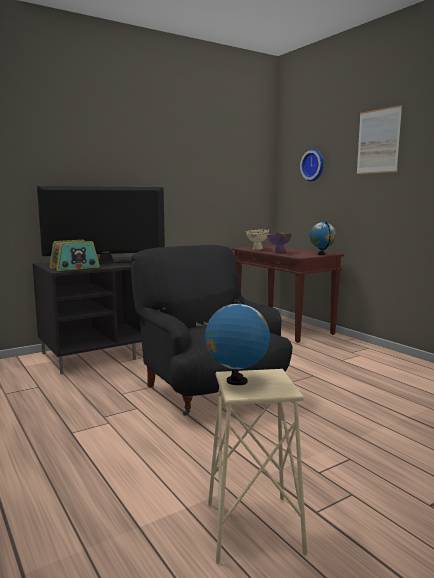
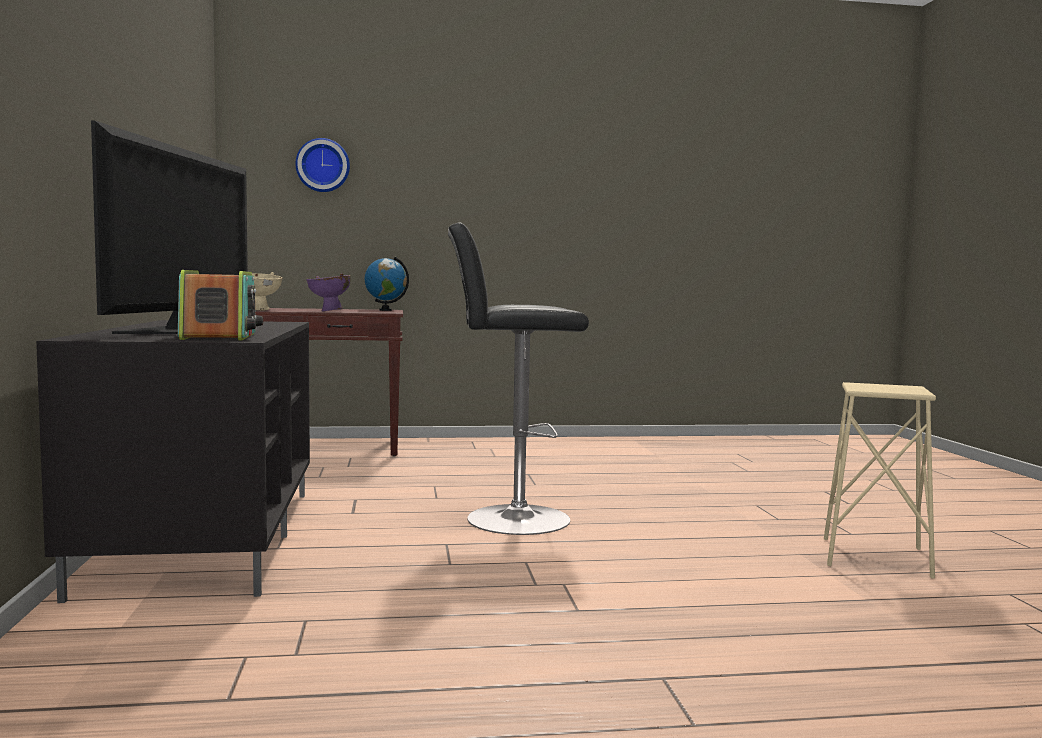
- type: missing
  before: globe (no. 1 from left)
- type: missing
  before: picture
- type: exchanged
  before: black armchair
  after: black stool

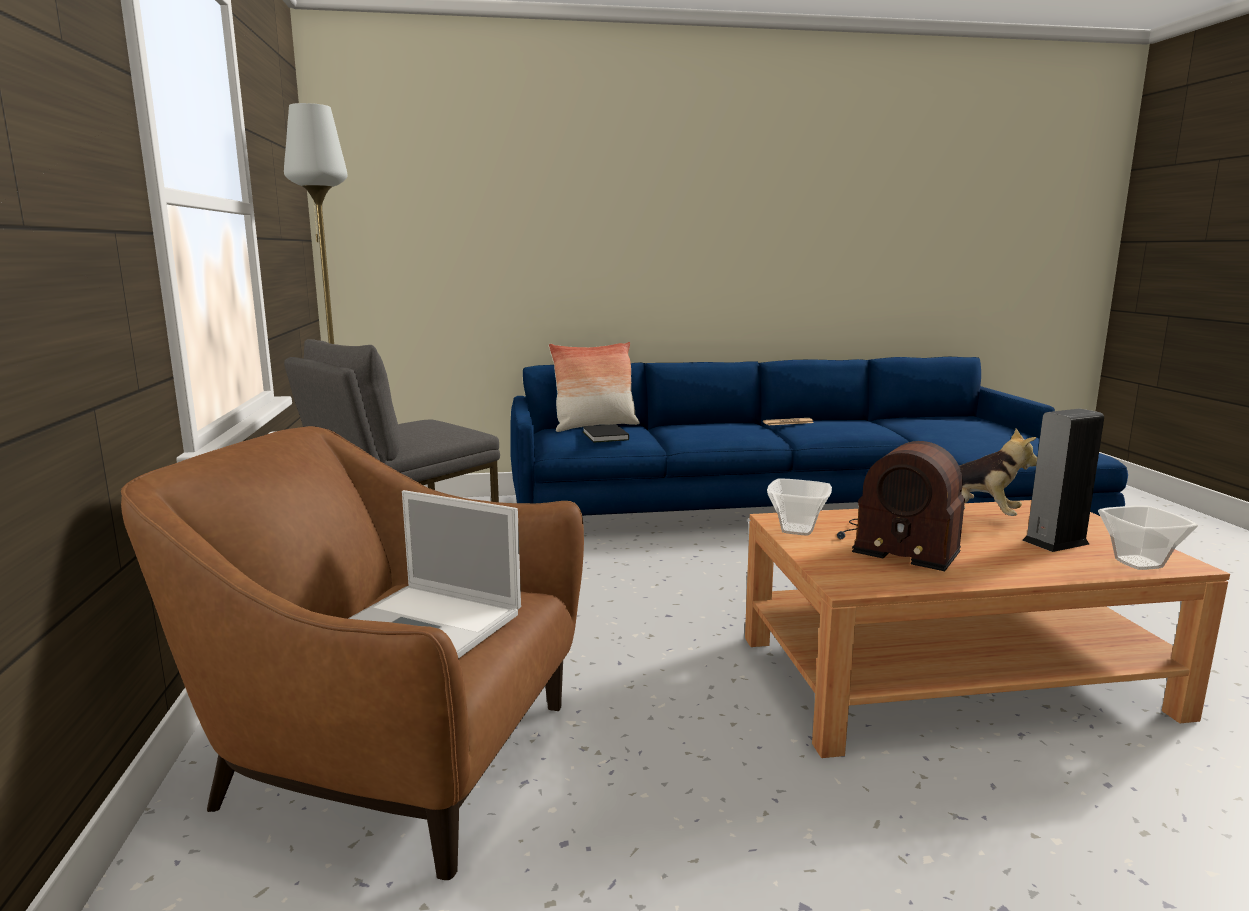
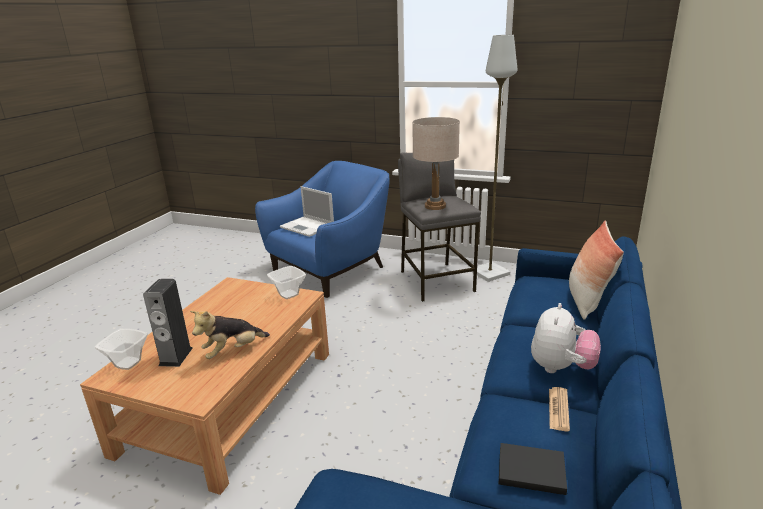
- type: missing
  before: radio
- type: appeared
  after: beige table lamp
- type: appeared
  after: plush toy (no. 2 from left)
- type: relocated
  before: black book
- type: colour
  before: brown armchair
  after: blue armchair
- type: spun
  before: laptop
  turn: -105

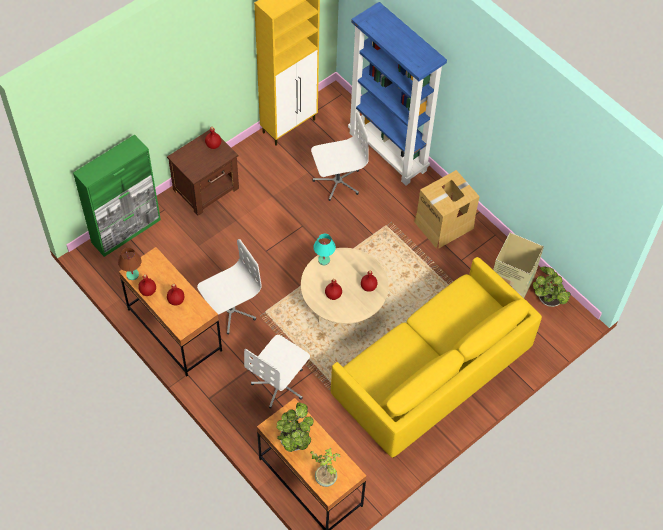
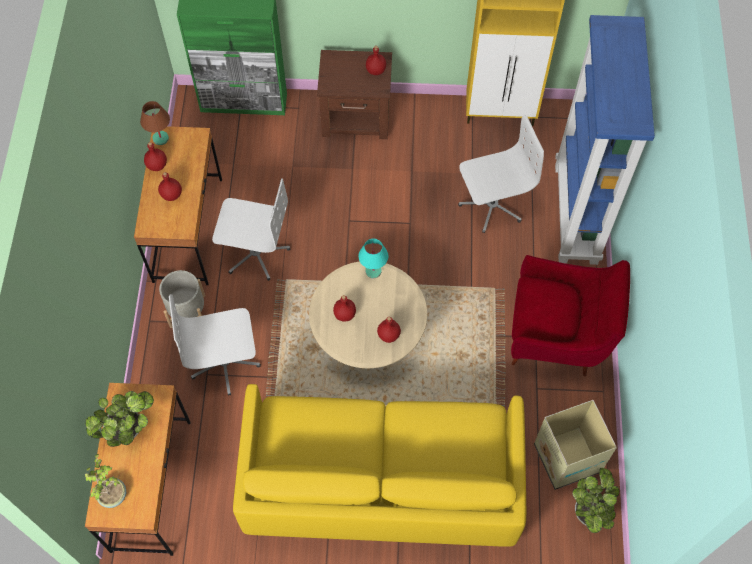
- type: appeared
  after: grey planter
- type: exchanged
  before: cardboard box (no. 1 from left)
  after: red armchair
- type: spun
  before: white office chair (no. 3 from left)
  turn: -45

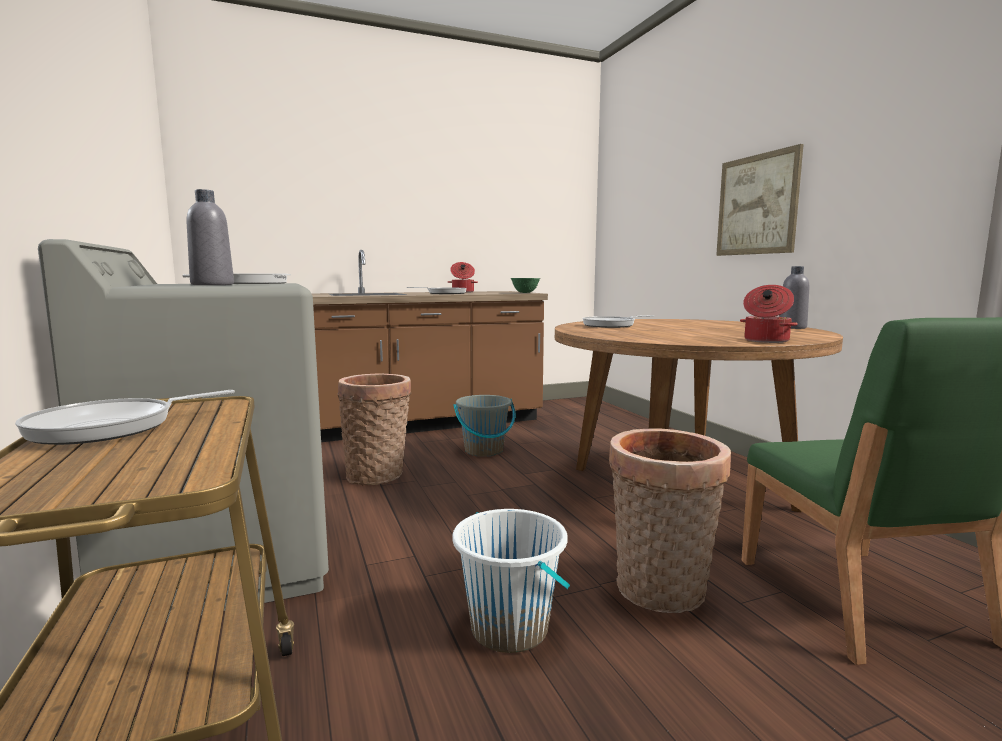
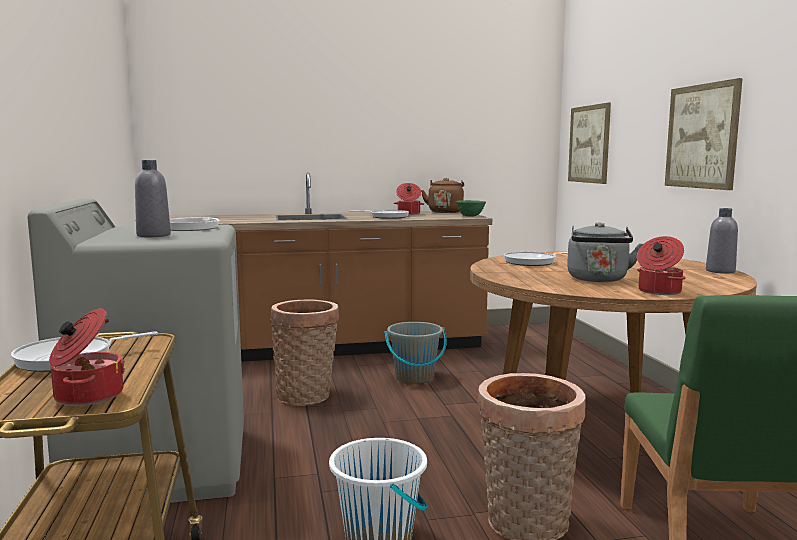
- type: appeared
  after: cooking pot (no. 1 from left)
- type: appeared
  after: brown kettle
- type: appeared
  after: grey kettle
- type: appeared
  after: picture (no. 1 from left)

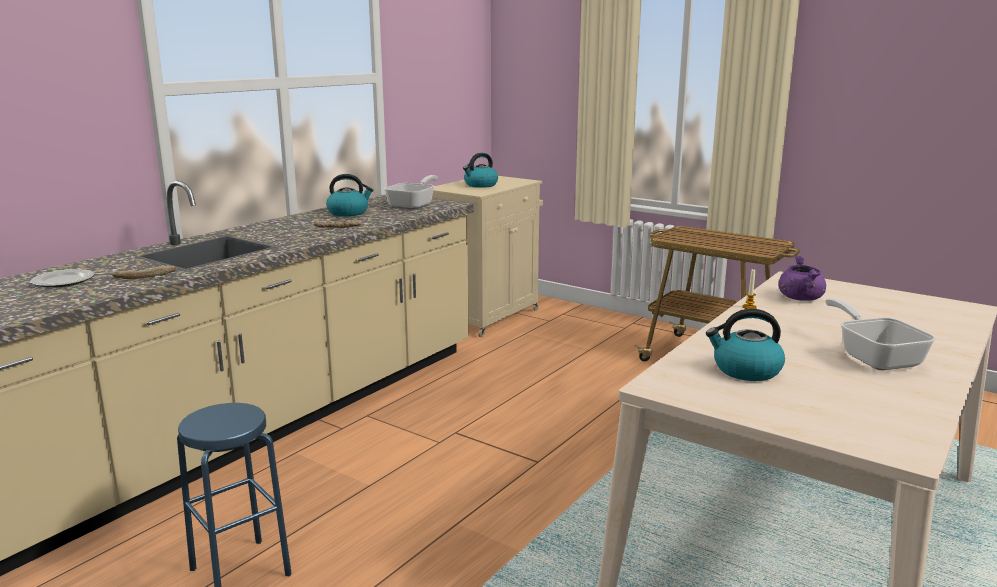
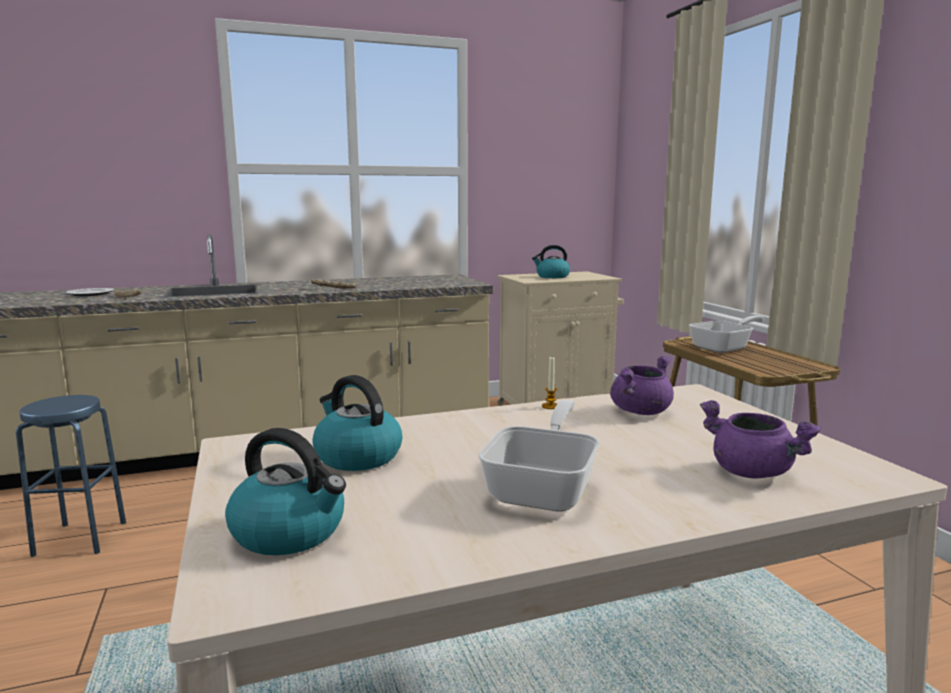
- type: appeared
  after: purple cooking pot (no. 2 from left)
- type: relocated
  before: kettle (no. 1 from left)
- type: relocated
  before: frying pan (no. 1 from left in the first image)
  after: frying pan (no. 2 from left)

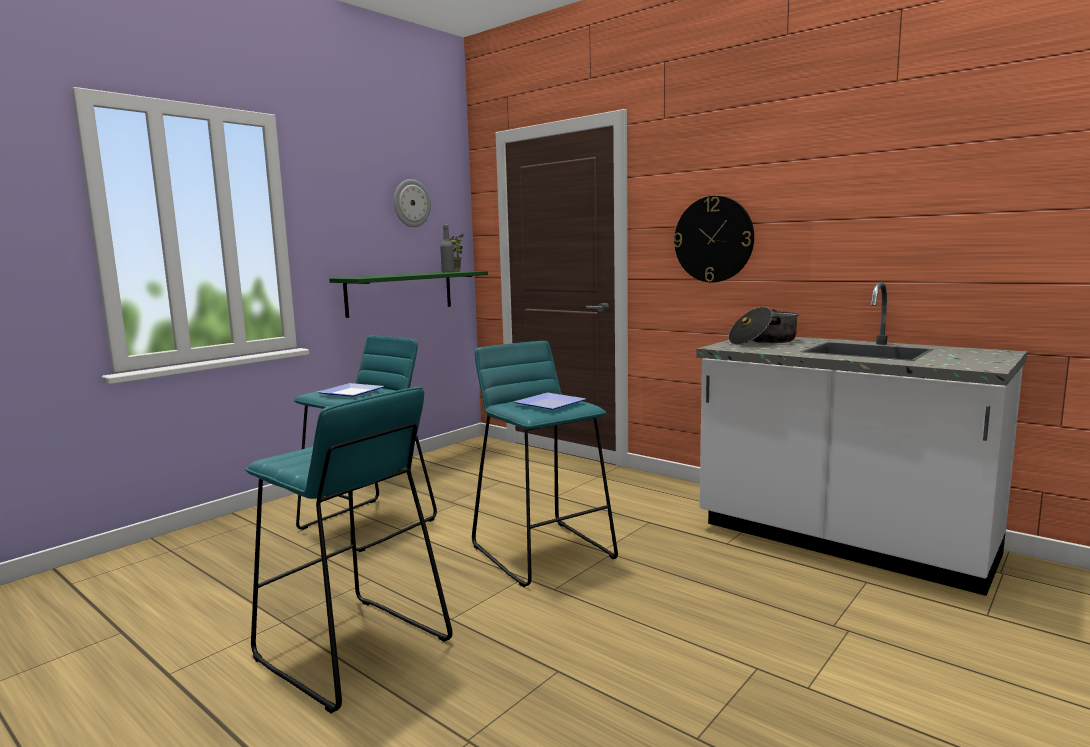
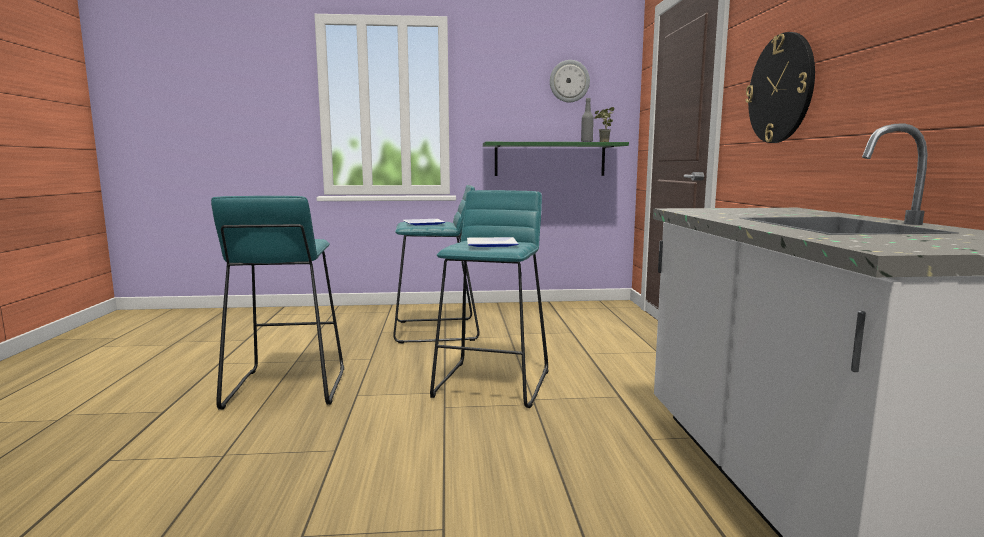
- type: missing
  before: cooking pot

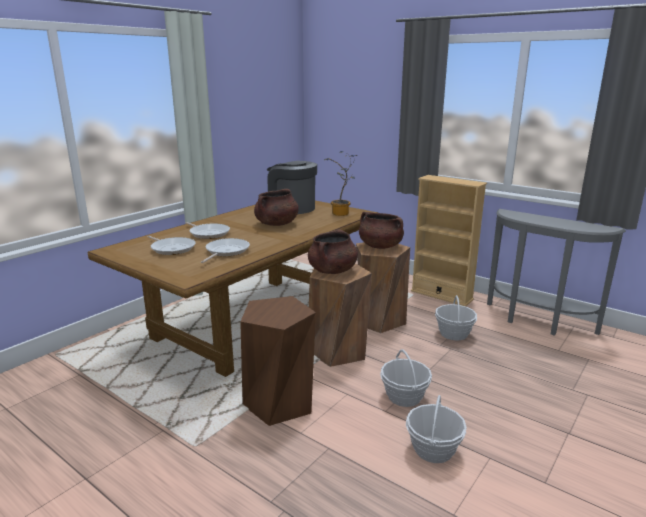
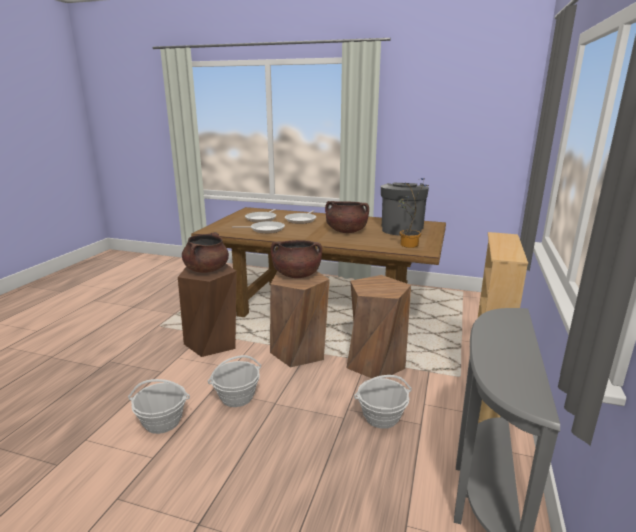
- type: relocated
  before: brown cooking pot (no. 3 from left in the first image)
  after: brown cooking pot (no. 1 from left)

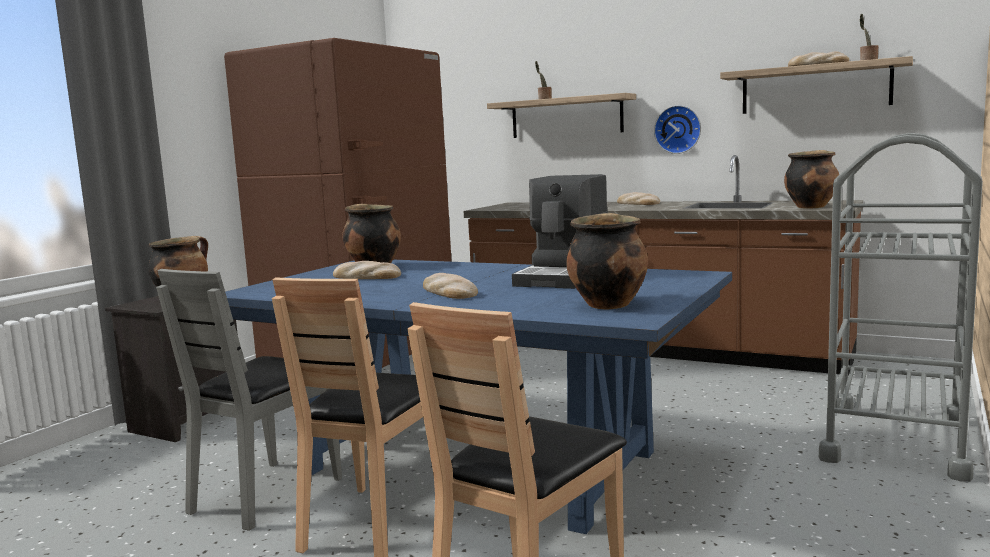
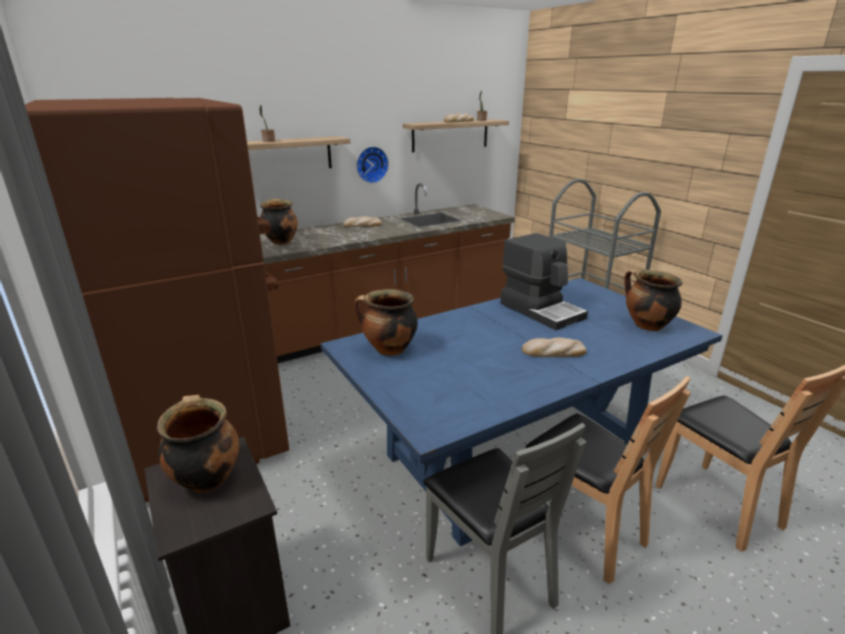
- type: missing
  before: bread (no. 1 from left)
- type: relocated
  before: cooking pot (no. 4 from left in the first image)
  after: cooking pot (no. 2 from left)

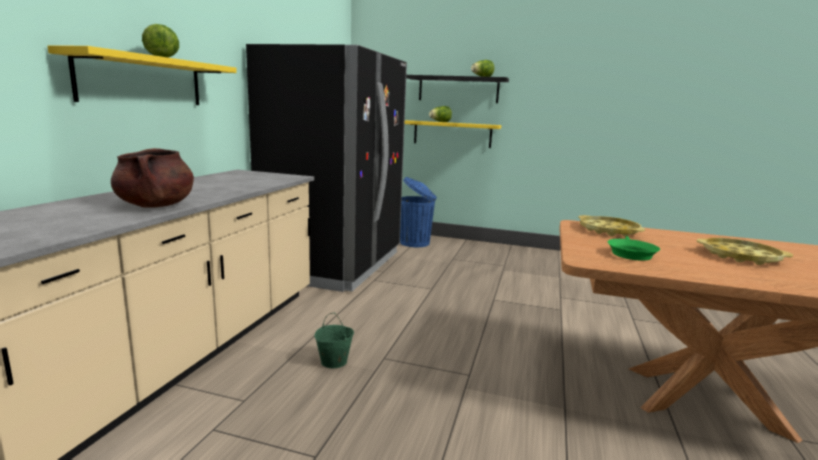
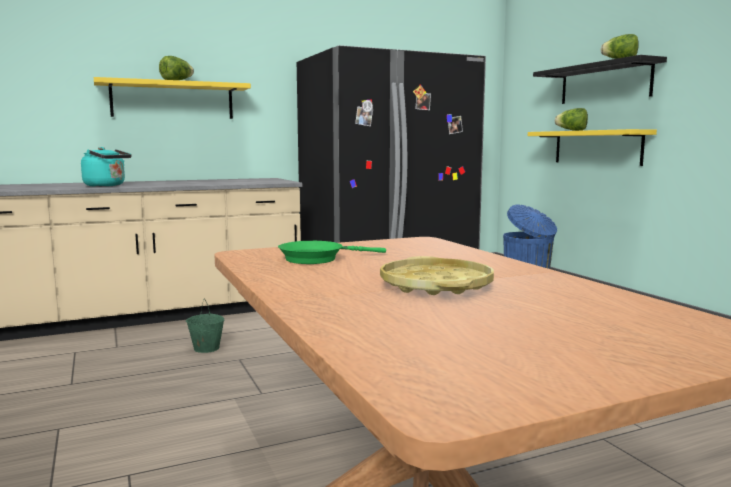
- type: missing
  before: yellow tray (no. 1 from left)
- type: exchanged
  before: brown cooking pot
  after: turquoise kettle

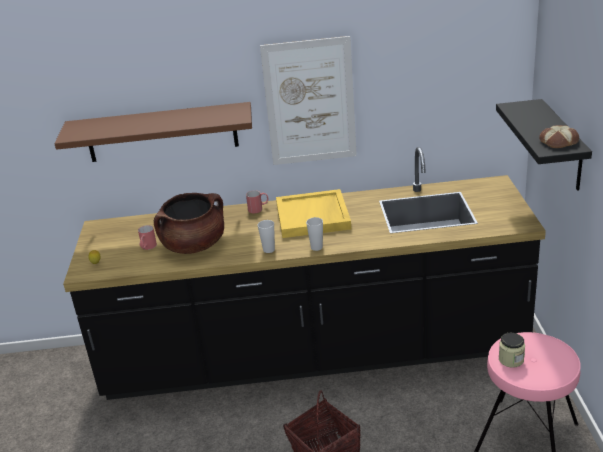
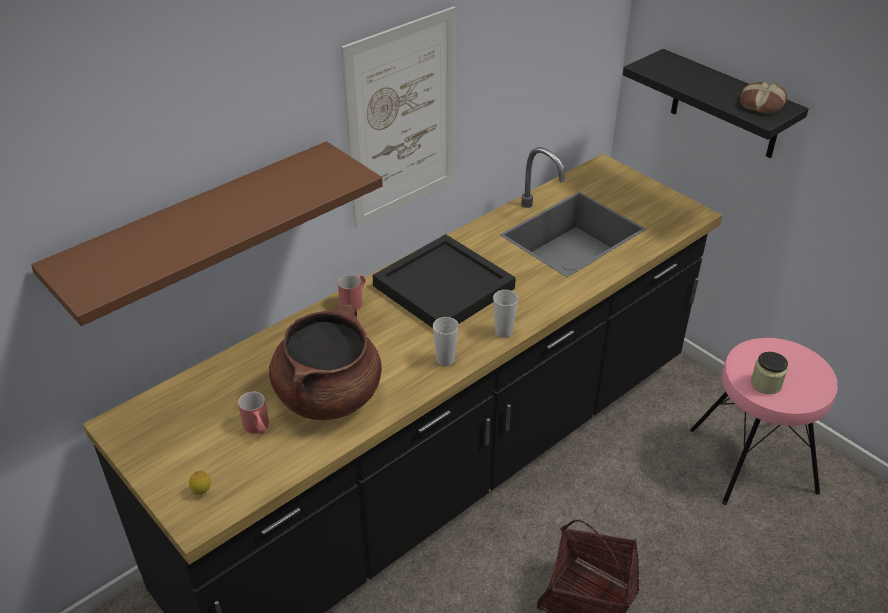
- type: colour
  before: yellow tray
  after: black tray

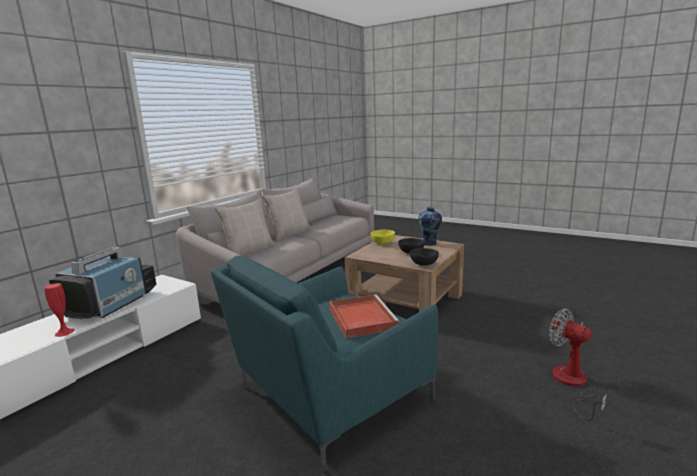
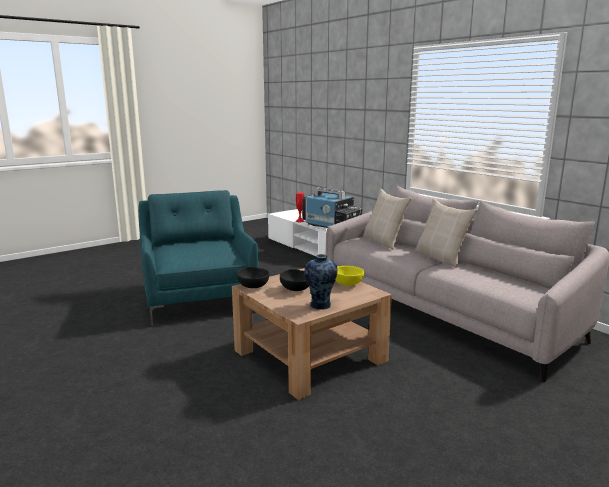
- type: missing
  before: red tray
- type: missing
  before: fan

